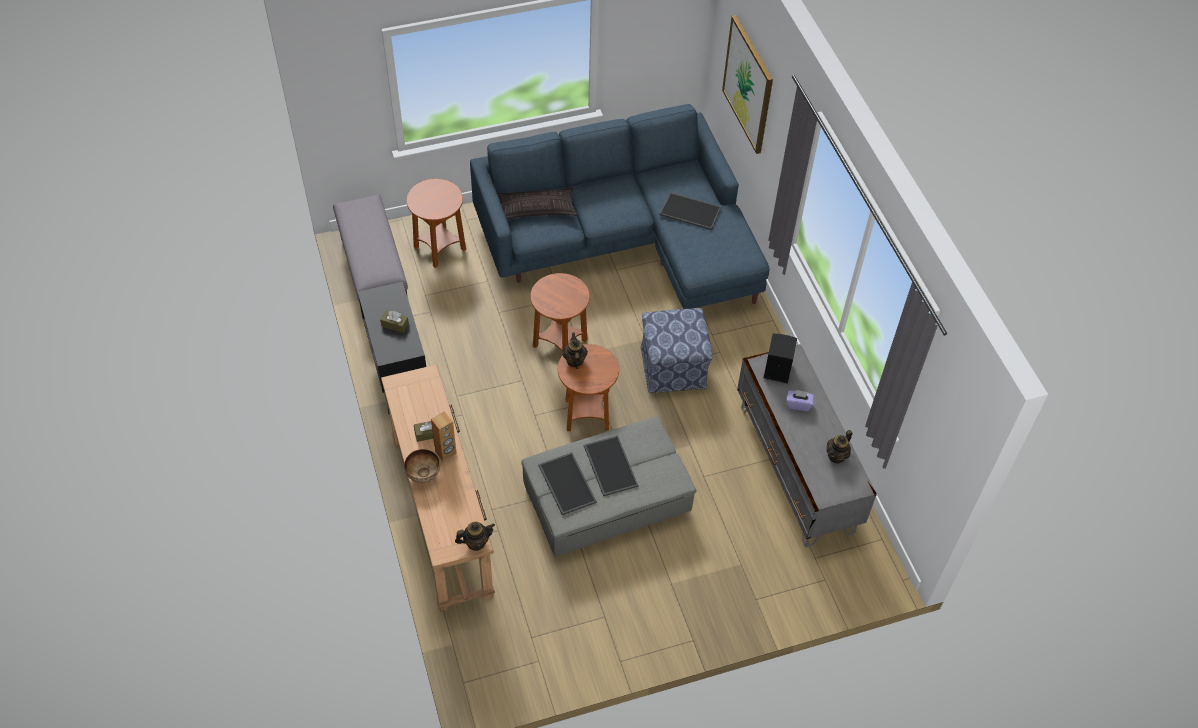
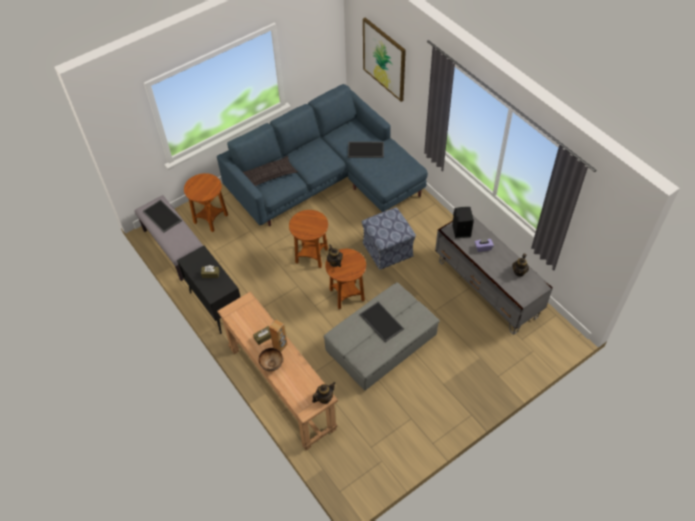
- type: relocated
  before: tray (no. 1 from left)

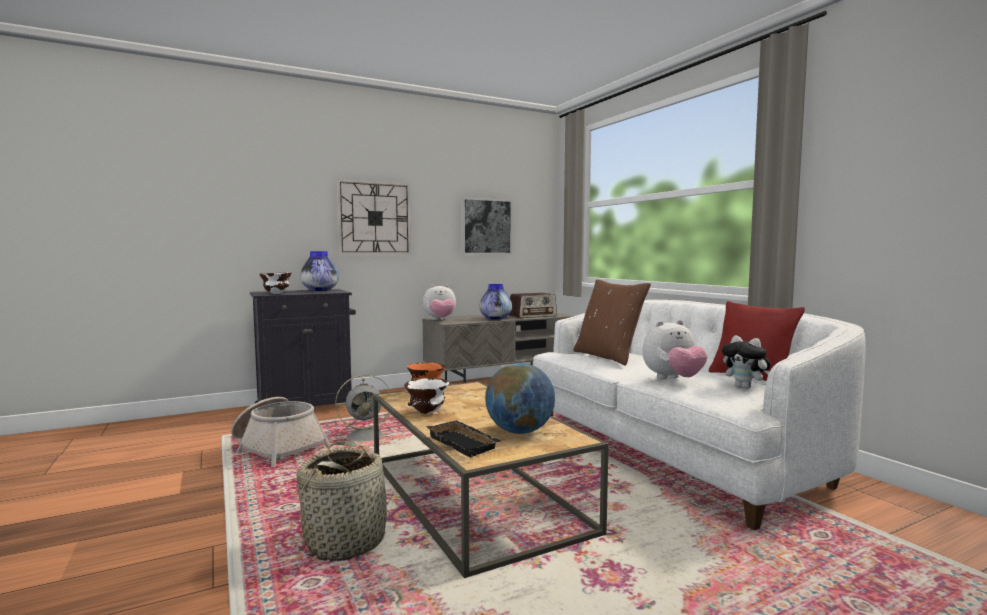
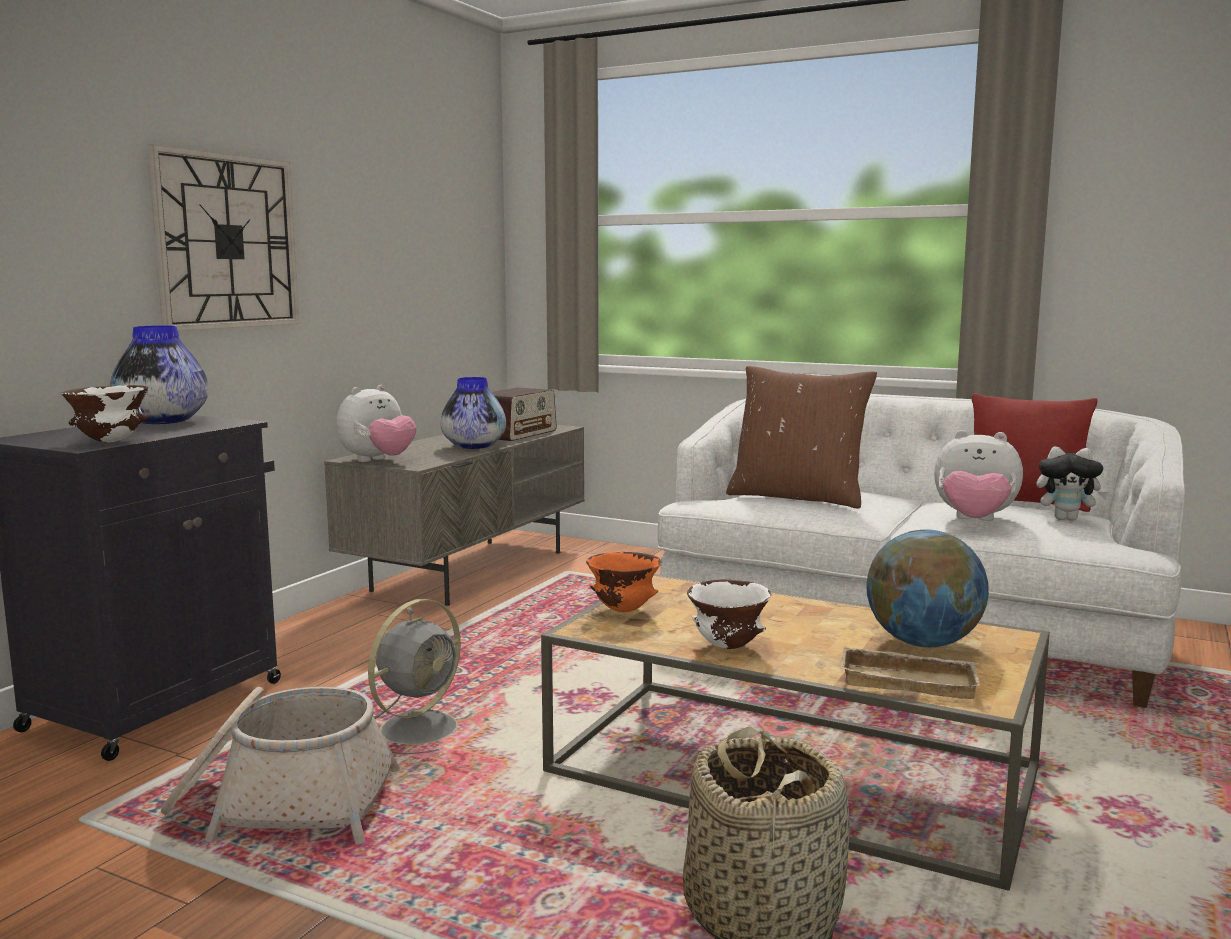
- type: missing
  before: picture
- type: colour
  before: black tray
  after: beige tray
- type: spun
  before: plush toy (no. 2 from left)
  turn: 75

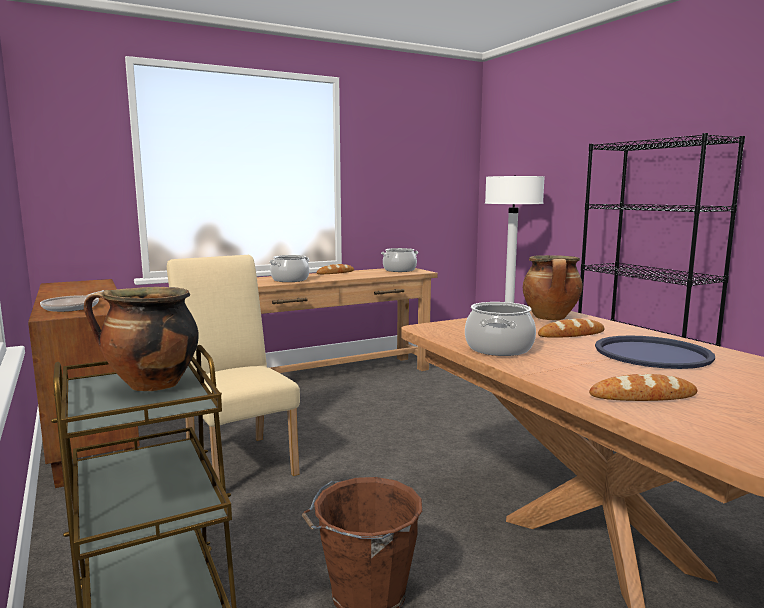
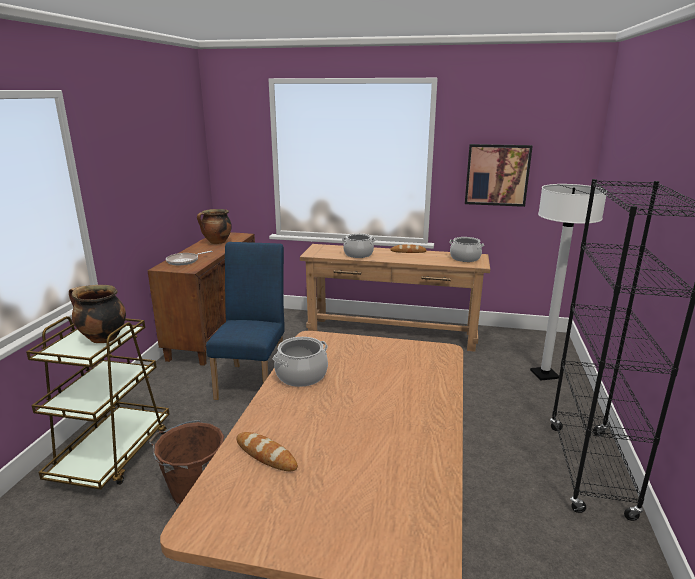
- type: missing
  before: bread (no. 2 from left)
- type: missing
  before: blue tray
- type: appeared
  after: picture
- type: relocated
  before: cooking pot (no. 5 from left in the first image)
  after: cooking pot (no. 2 from left)
- type: colour
  before: beige chair
  after: blue chair

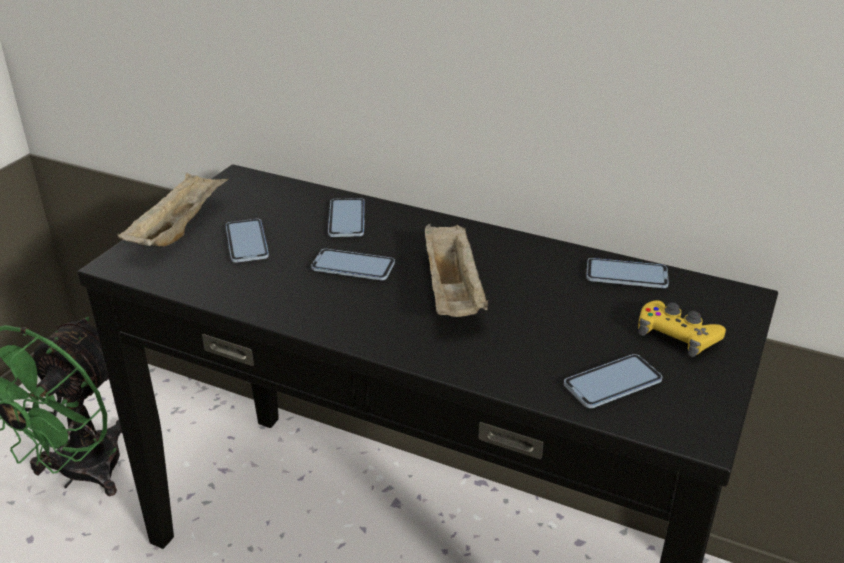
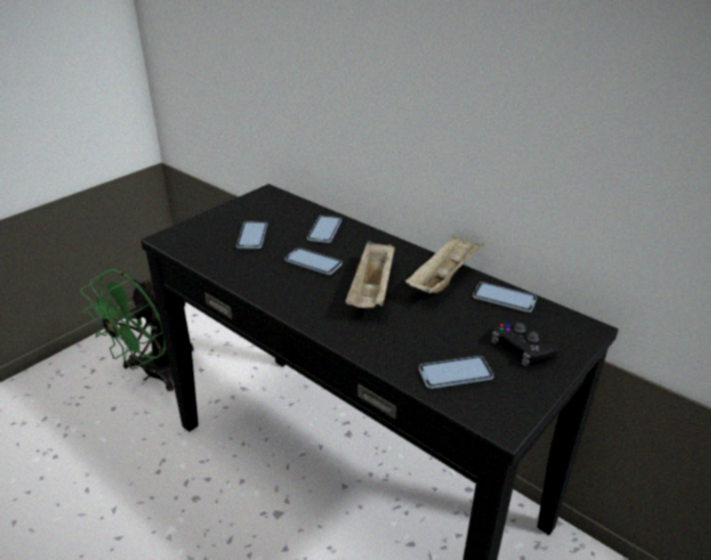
- type: relocated
  before: beige tray (no. 1 from left in the first image)
  after: beige tray (no. 2 from left)
- type: colour
  before: yellow game controller
  after: black game controller

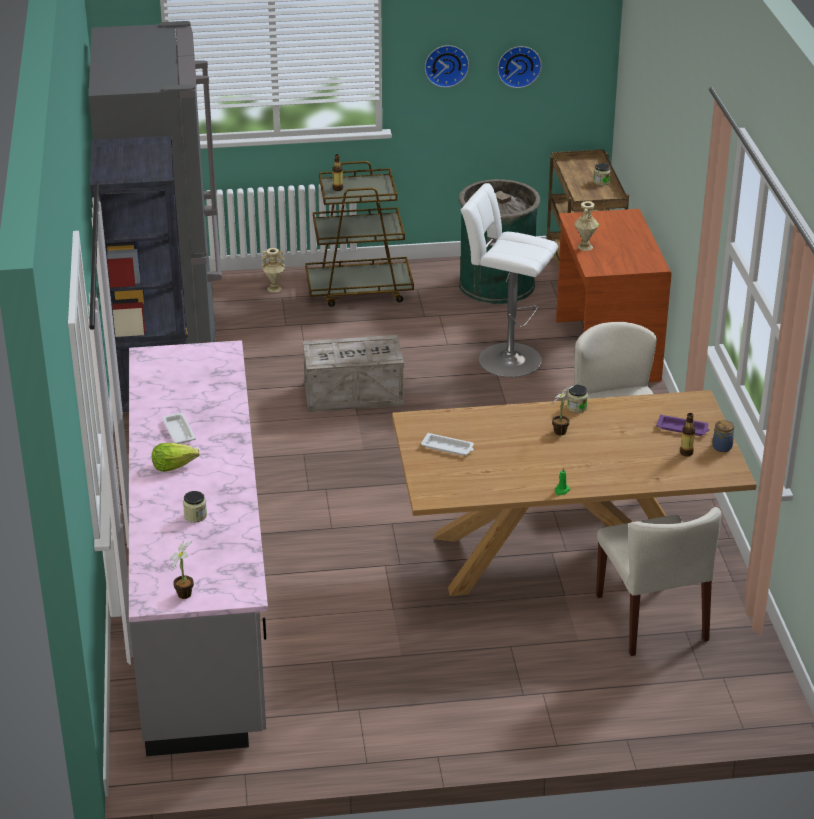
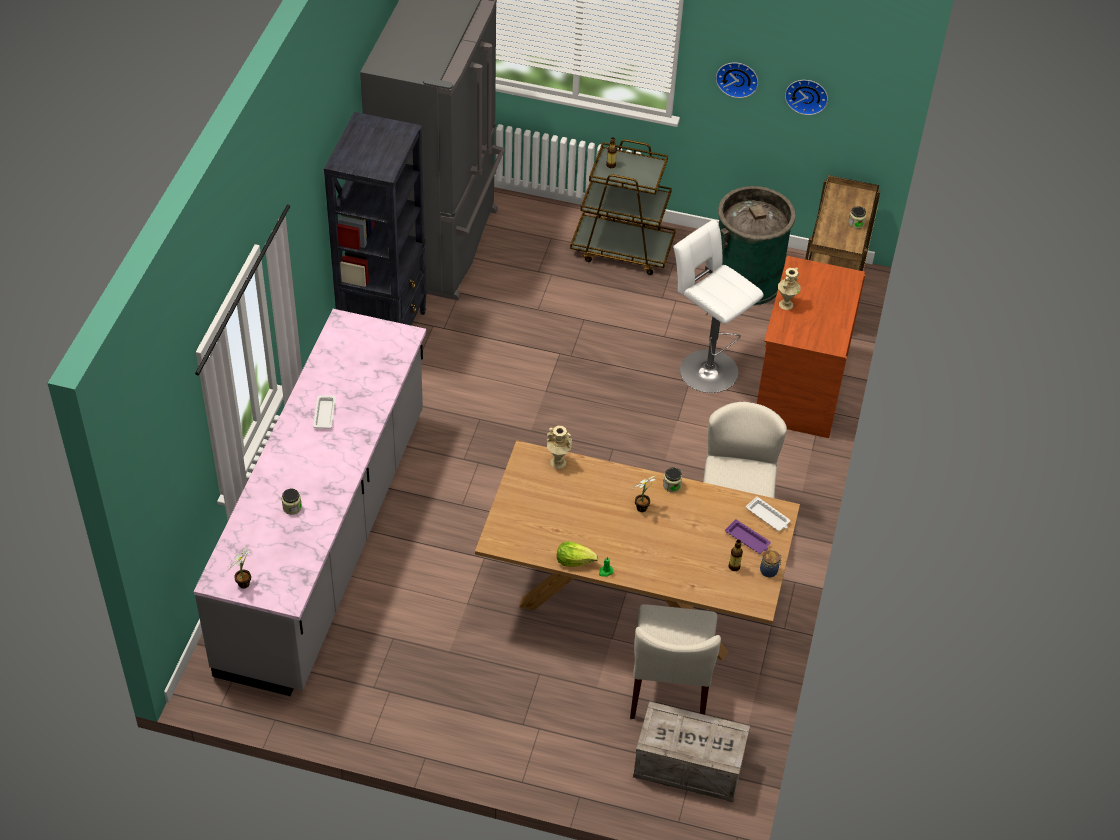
- type: relocated
  before: lettuce
- type: relocated
  before: beige vase (no. 1 from left)
- type: relocated
  before: crate
- type: relocated
  before: white tray (no. 2 from left)

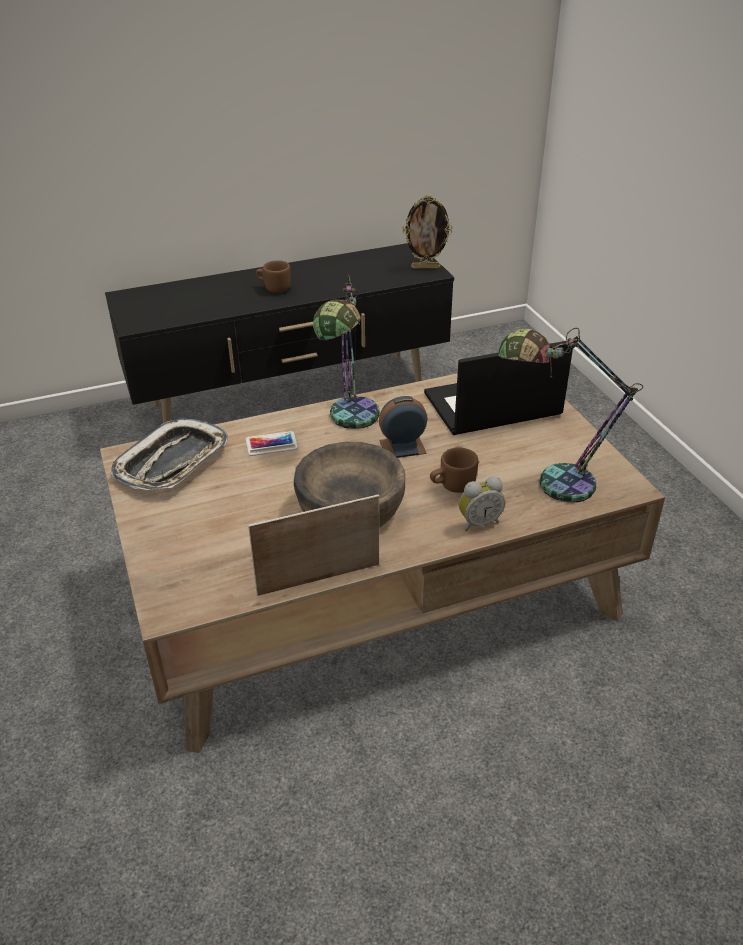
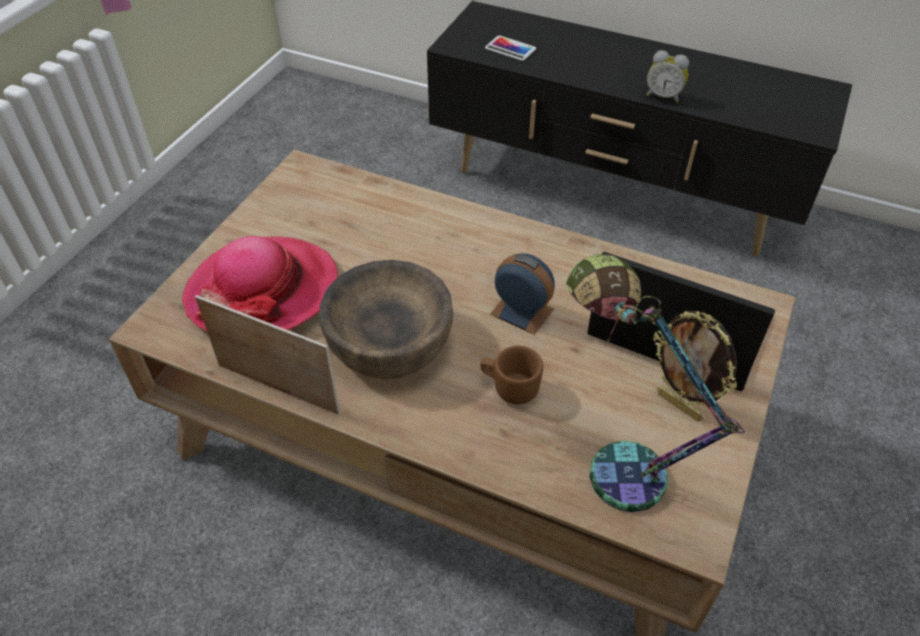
- type: missing
  before: tray
- type: missing
  before: brown mug (no. 1 from left)
- type: missing
  before: table lamp (no. 1 from left)
- type: appeared
  after: hat
- type: relocated
  before: phone
- type: relocated
  before: picture frame (no. 2 from left)
- type: relocated
  before: alarm clock (no. 2 from left)

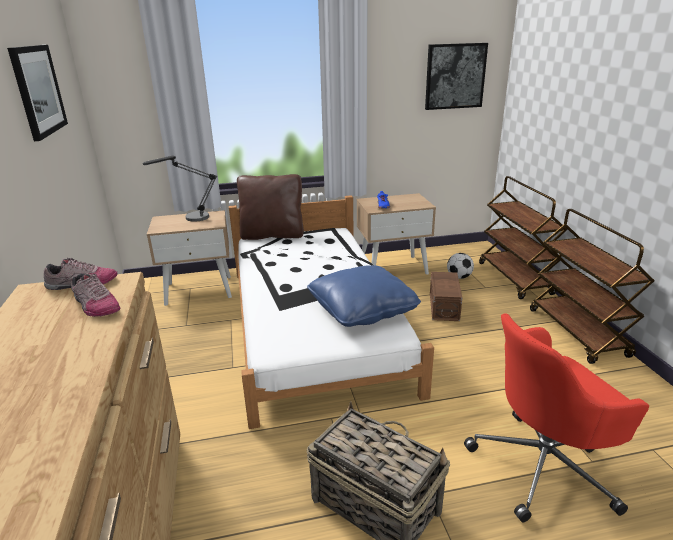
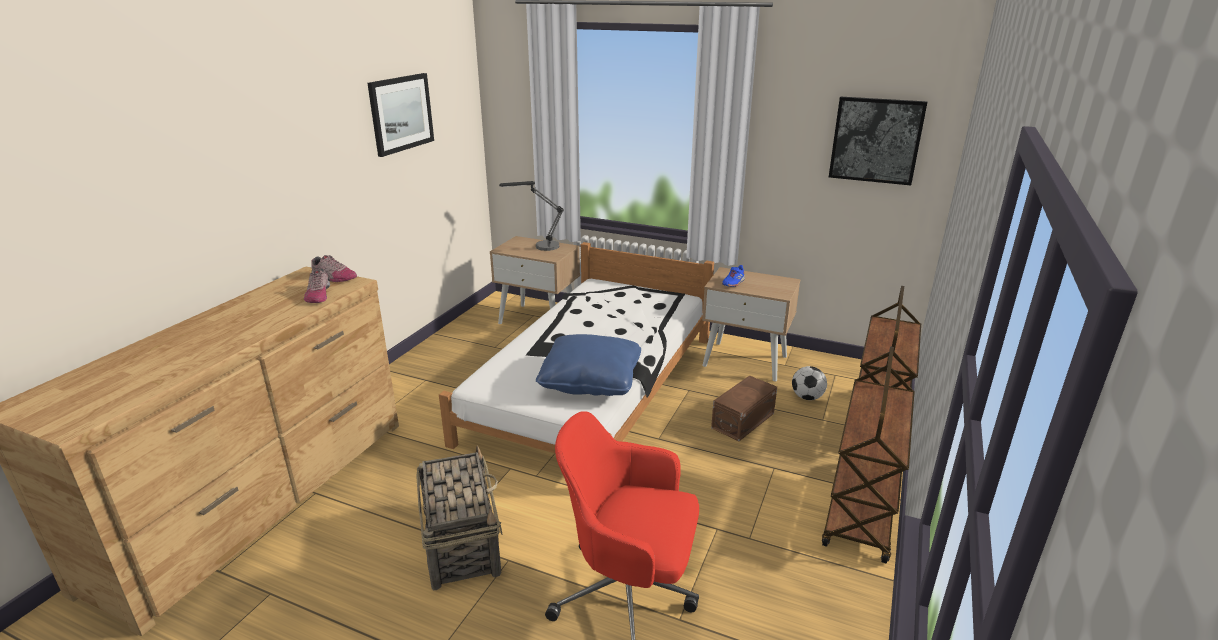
- type: missing
  before: brown pillow

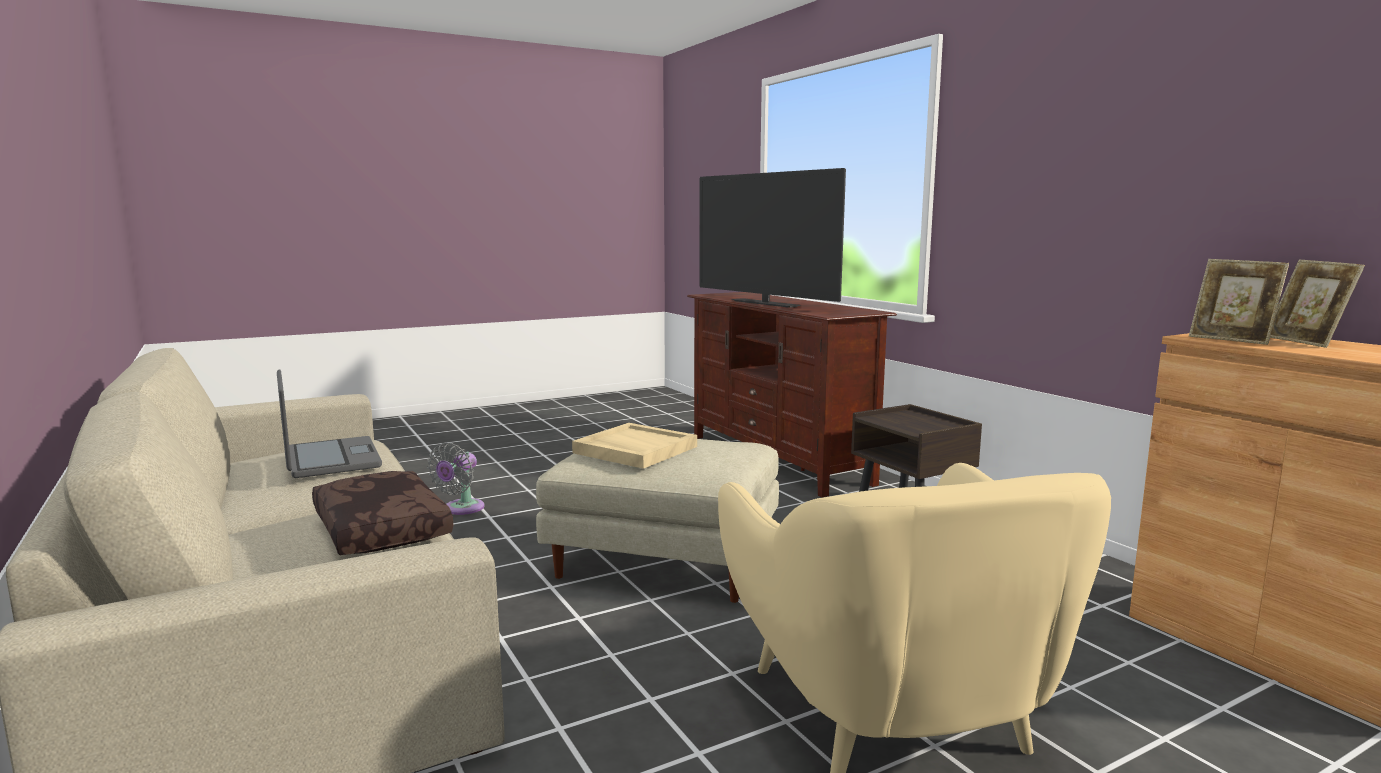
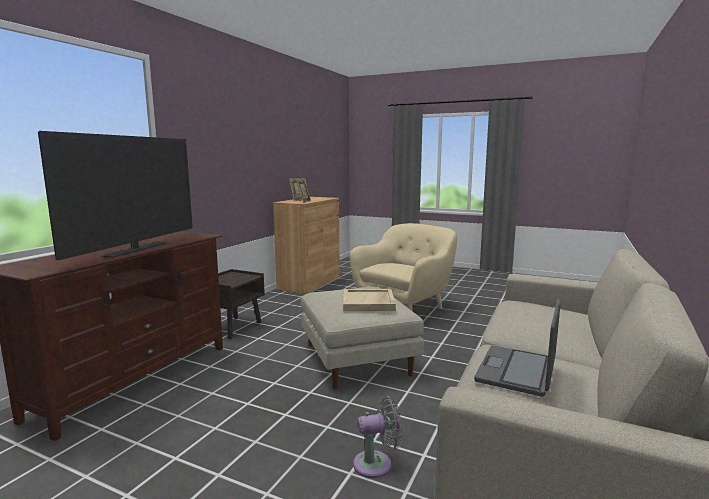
- type: missing
  before: brown pillow

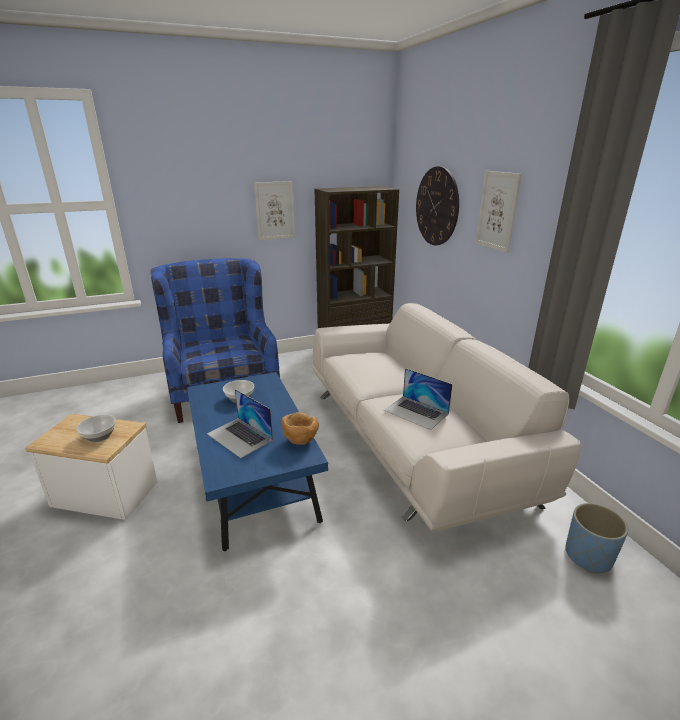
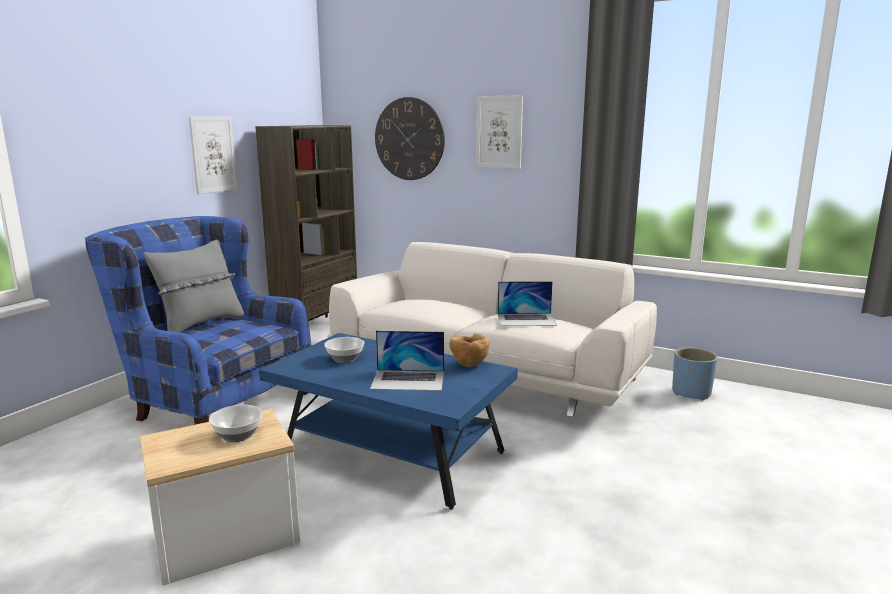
- type: appeared
  after: grey pillow

